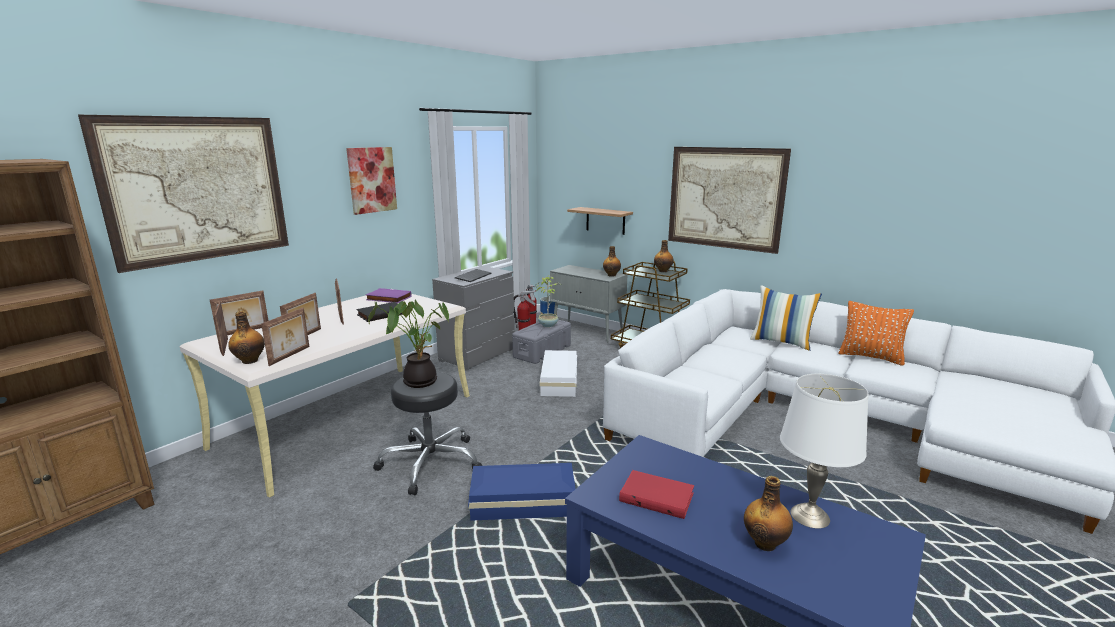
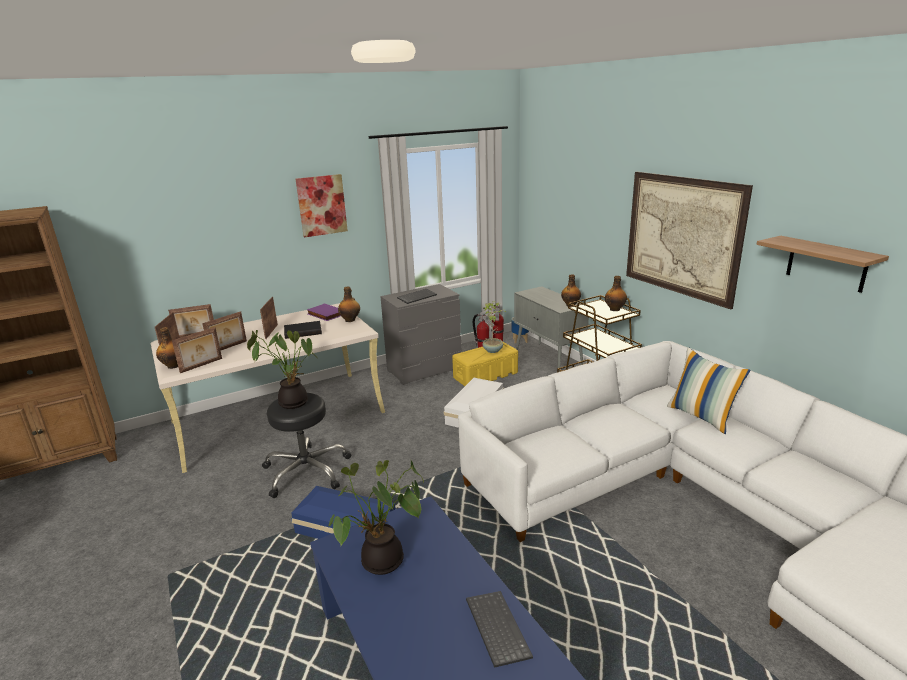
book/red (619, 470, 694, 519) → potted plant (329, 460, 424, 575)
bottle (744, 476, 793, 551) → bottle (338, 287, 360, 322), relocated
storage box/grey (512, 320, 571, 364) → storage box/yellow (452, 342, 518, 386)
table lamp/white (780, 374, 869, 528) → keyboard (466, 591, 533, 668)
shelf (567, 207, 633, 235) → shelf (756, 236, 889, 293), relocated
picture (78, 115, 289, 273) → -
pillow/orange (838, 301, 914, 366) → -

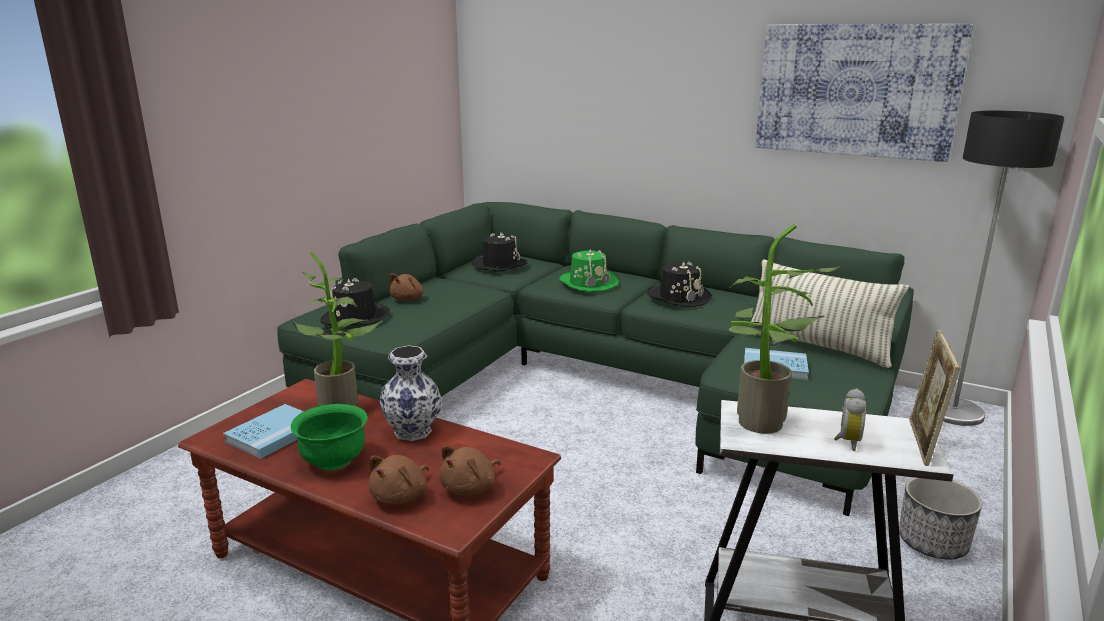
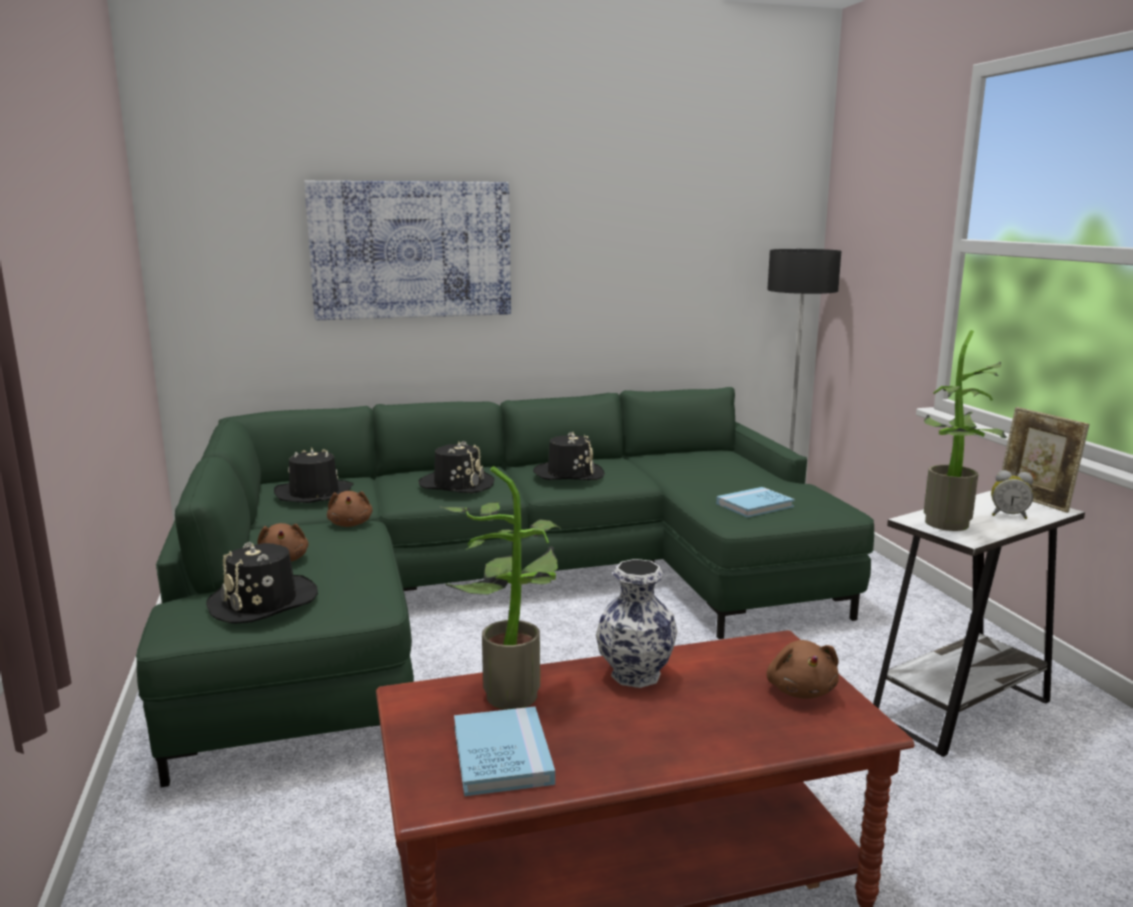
picture (756, 24, 973, 162) → picture (304, 181, 511, 320), relocated
plush toy/brown (368, 455, 429, 504) → plush toy/brown (327, 491, 373, 527), relocated
hat/green (559, 249, 619, 292) → hat/black (418, 441, 494, 493)
alarm clock (834, 388, 866, 451) → alarm clock (991, 470, 1033, 519), 135 degrees clockwise
bowl/green (291, 404, 368, 470) → -
pillow (747, 259, 909, 368) → -
planter (899, 477, 982, 560) → -

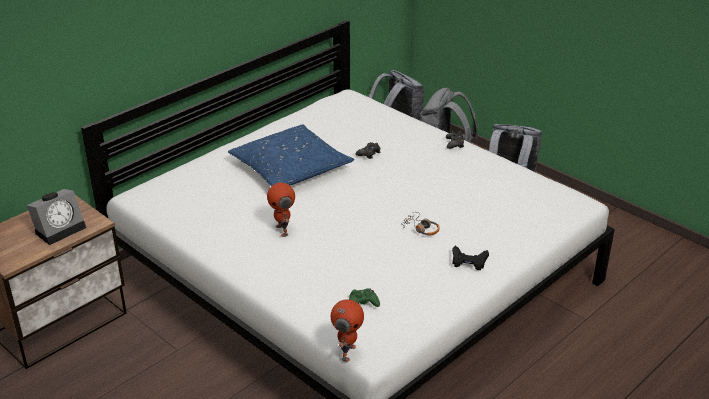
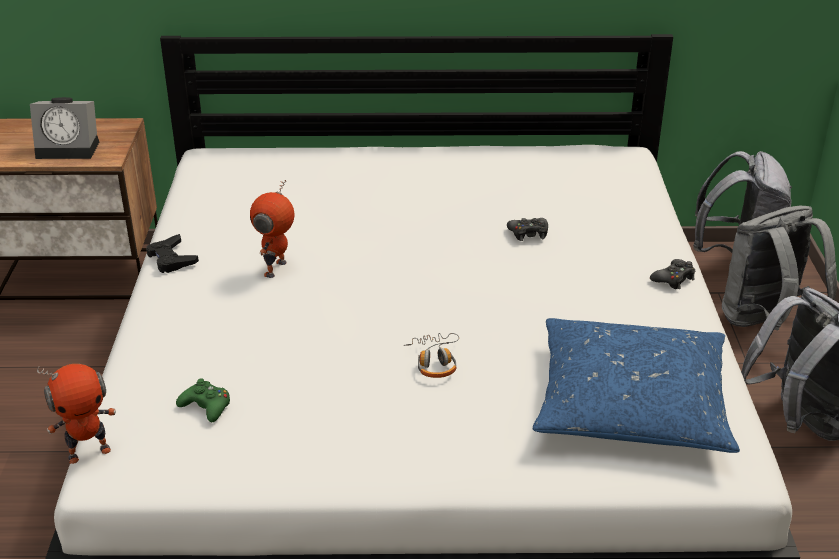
game controller/black (452, 246, 489, 270) → game controller/black (146, 234, 199, 273), relocated
pillow/blue (228, 124, 354, 186) → pillow/blue (533, 318, 740, 453), relocated

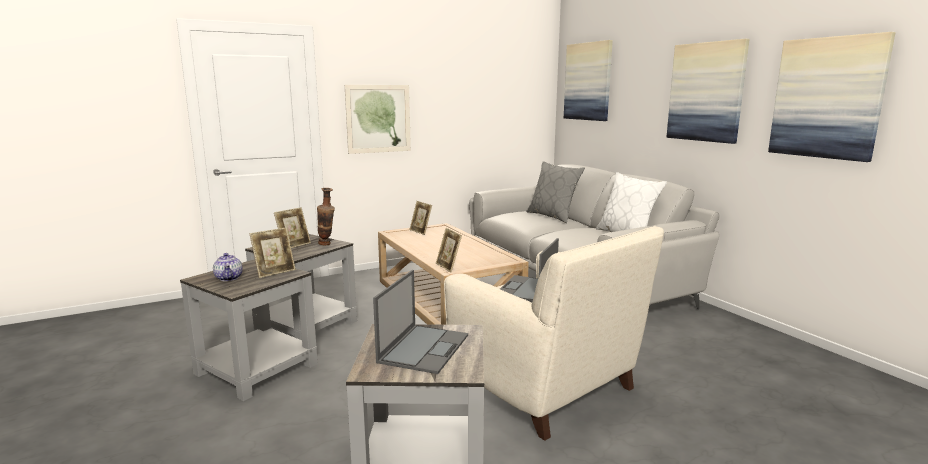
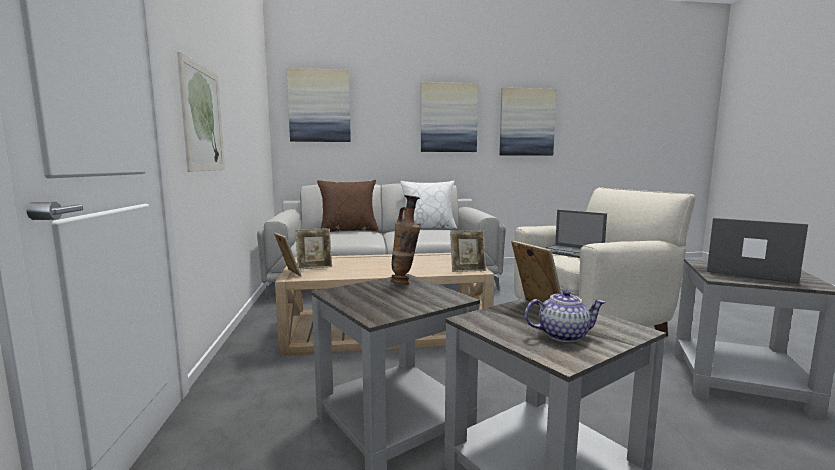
picture frame (274, 207, 311, 248) → picture frame (274, 233, 301, 277), relocated
pillow/grey (526, 161, 585, 223) → pillow/brown (317, 180, 379, 232)

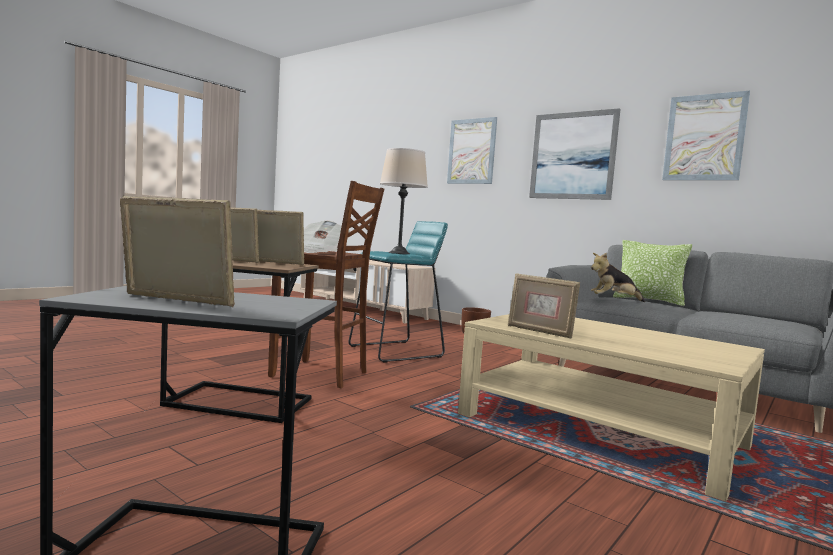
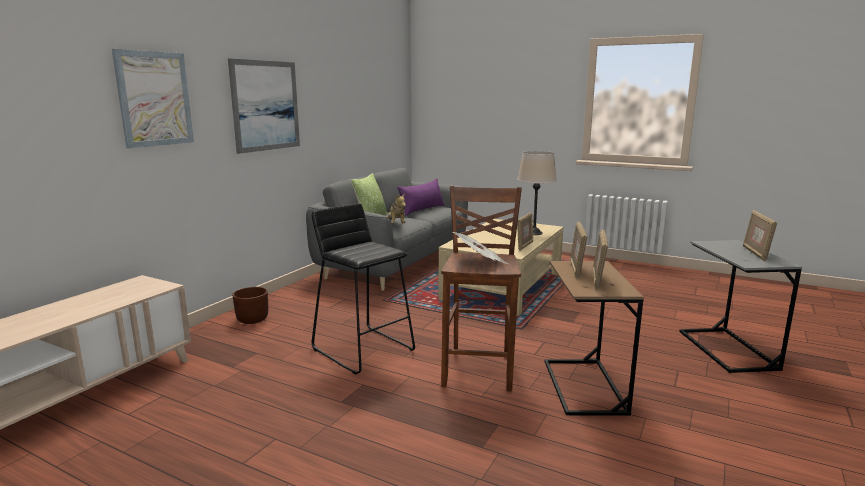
stool/turquoise (349, 221, 448, 363) → stool/black (312, 203, 415, 374)
- → pillow/purple (397, 178, 444, 216)
table lamp/beige (380, 148, 428, 254) → table lamp/beige (517, 151, 557, 235), relocated
picture (662, 91, 750, 180) → -

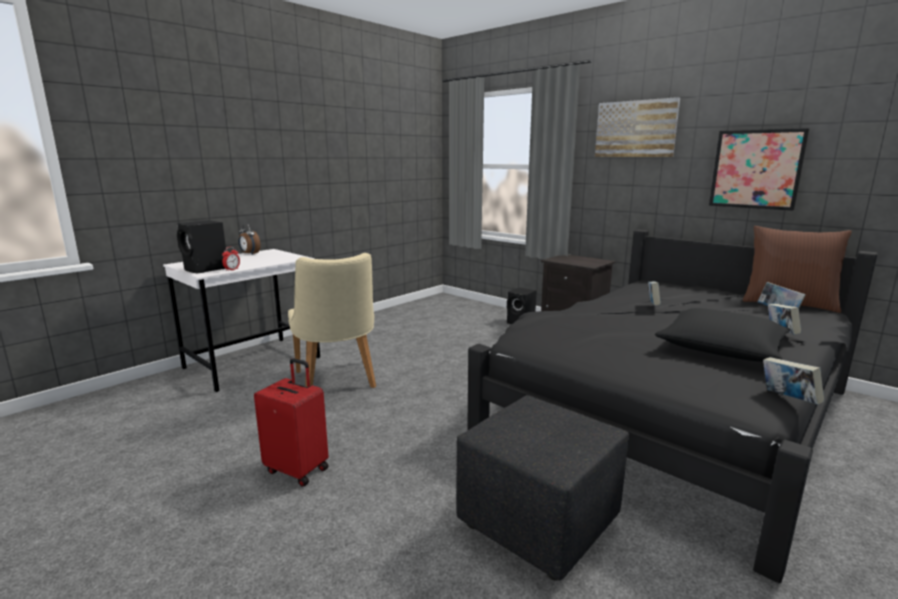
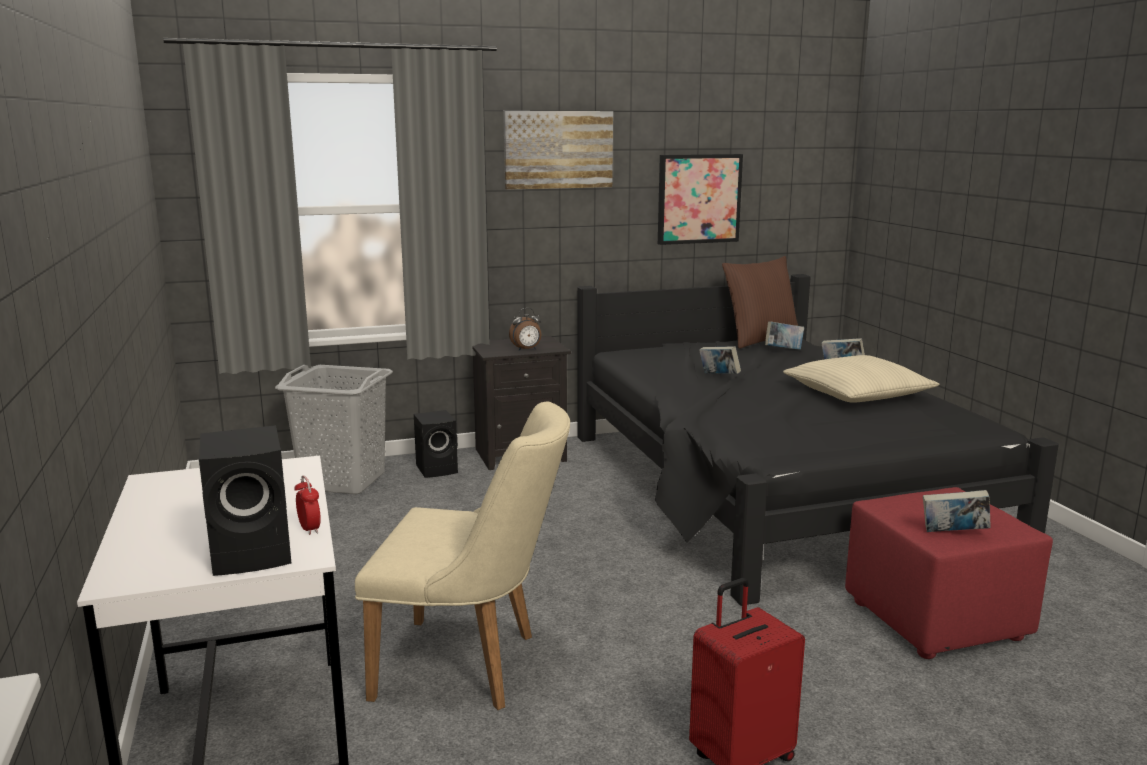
- → laundry basket/grey (275, 365, 393, 494)
alarm clock (239, 223, 261, 255) → alarm clock (509, 308, 541, 351), relocated
pillow/black (655, 308, 790, 362) → pillow/beige (783, 355, 939, 402)
ottoman/black (456, 395, 629, 581) → ottoman/red (845, 487, 1053, 659)
book (763, 357, 824, 405) → book (923, 490, 991, 532), relocated

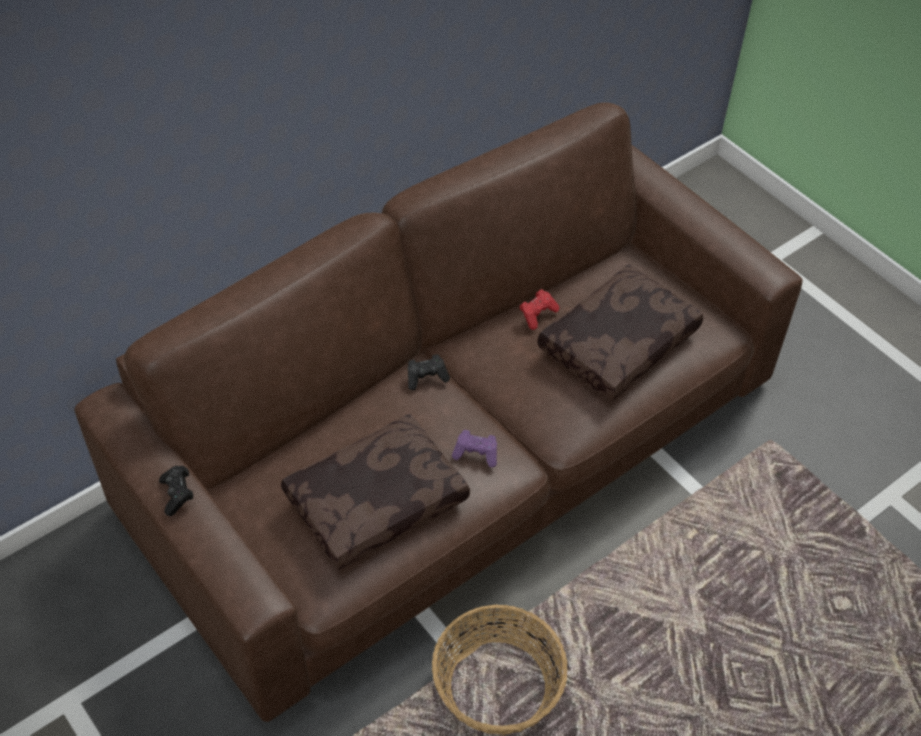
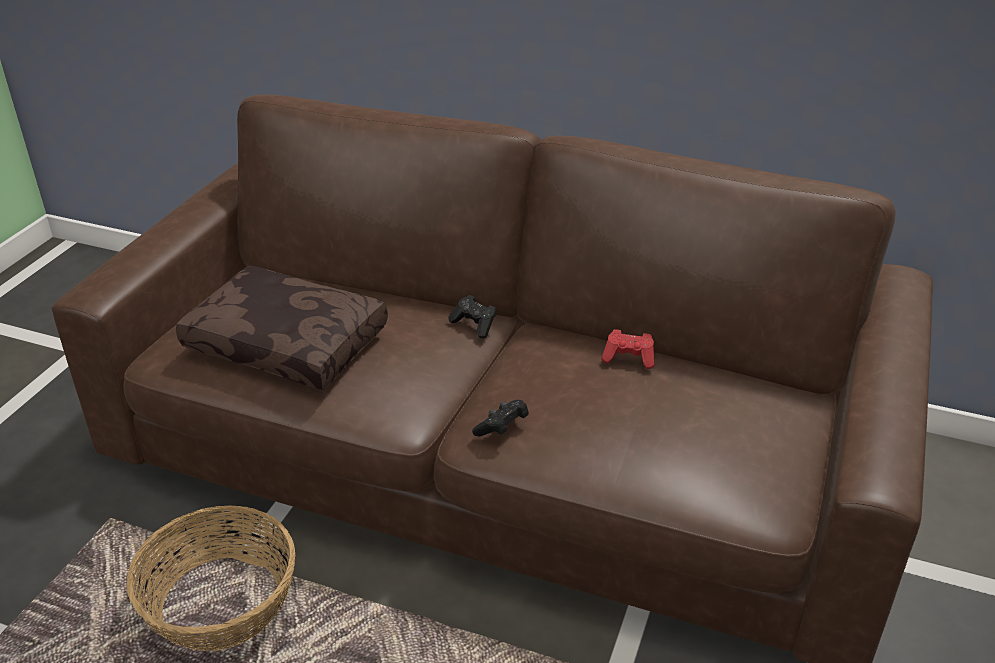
game controller/black (159, 466, 193, 516) → game controller/black (472, 400, 529, 436), relocated
game controller/purple (452, 430, 497, 467) → -
pillow/brown (538, 264, 703, 401) → -

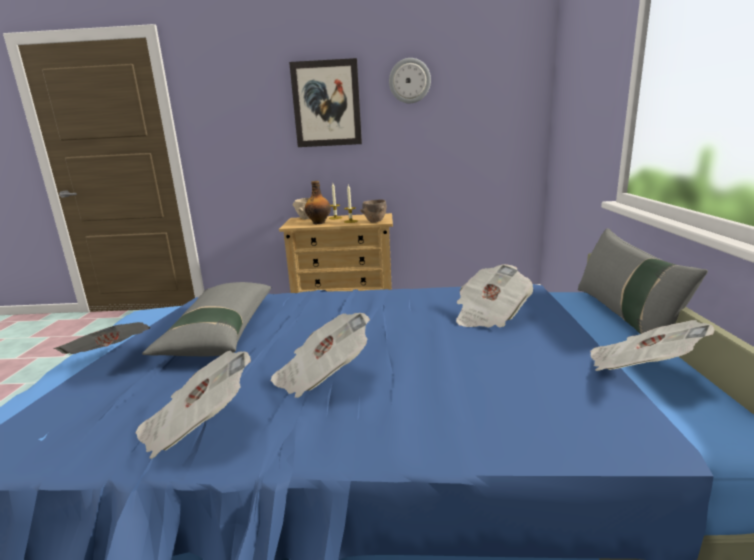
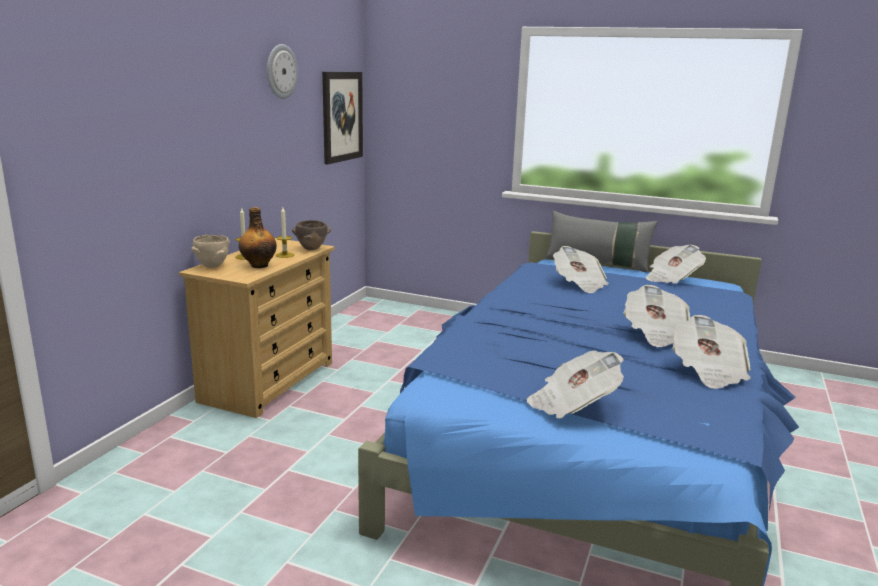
picture (289, 58, 362, 147) → picture (322, 72, 363, 164), relocated
pillow/grey (142, 282, 271, 357) → -

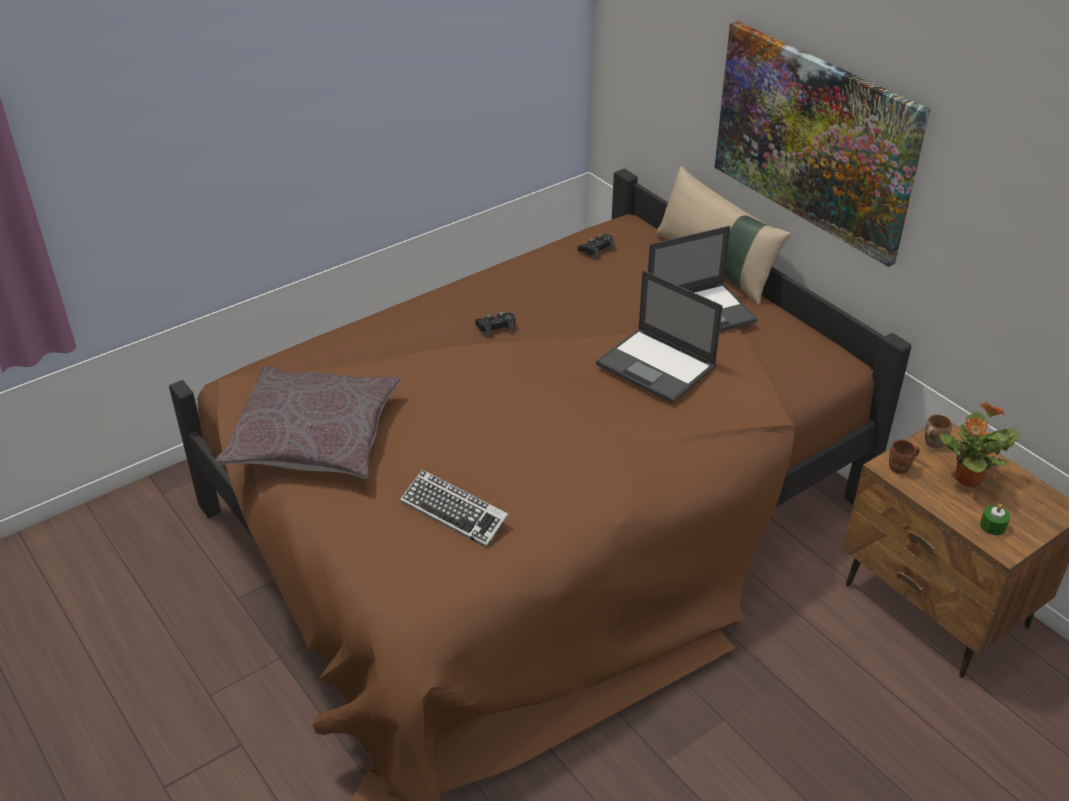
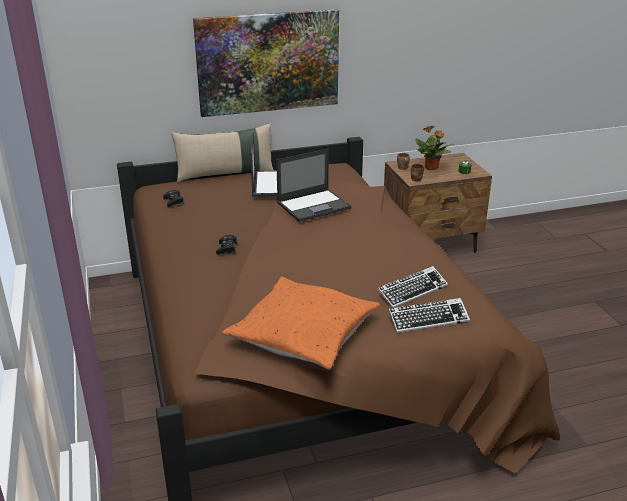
pillow/grey (215, 366, 401, 478) → pillow/orange (222, 277, 381, 370)
- → keyboard (388, 298, 470, 333)

